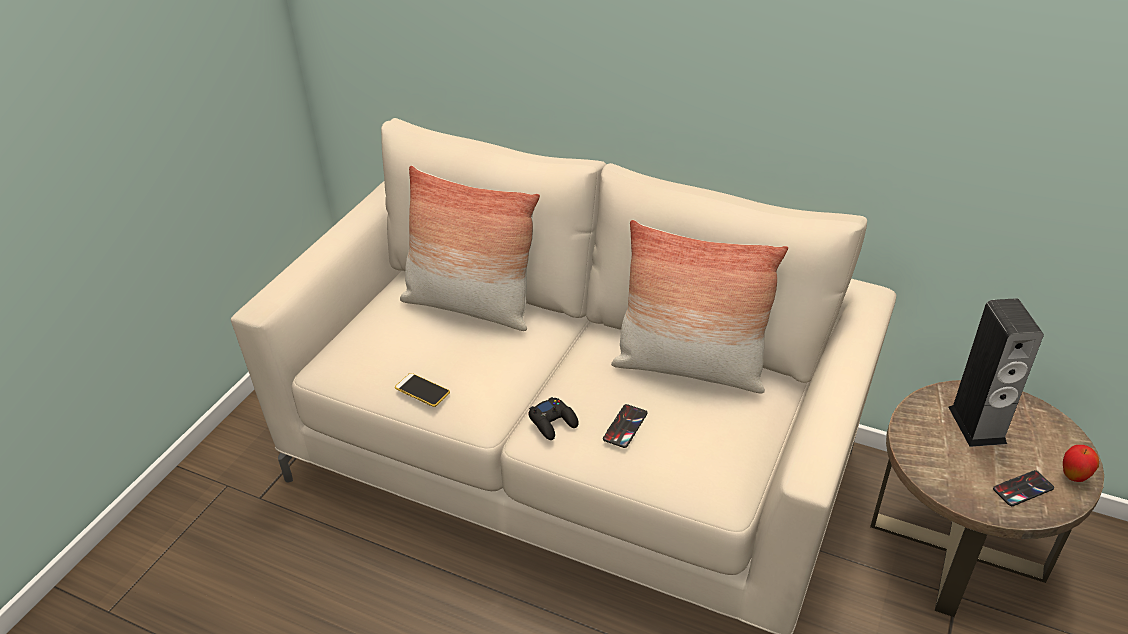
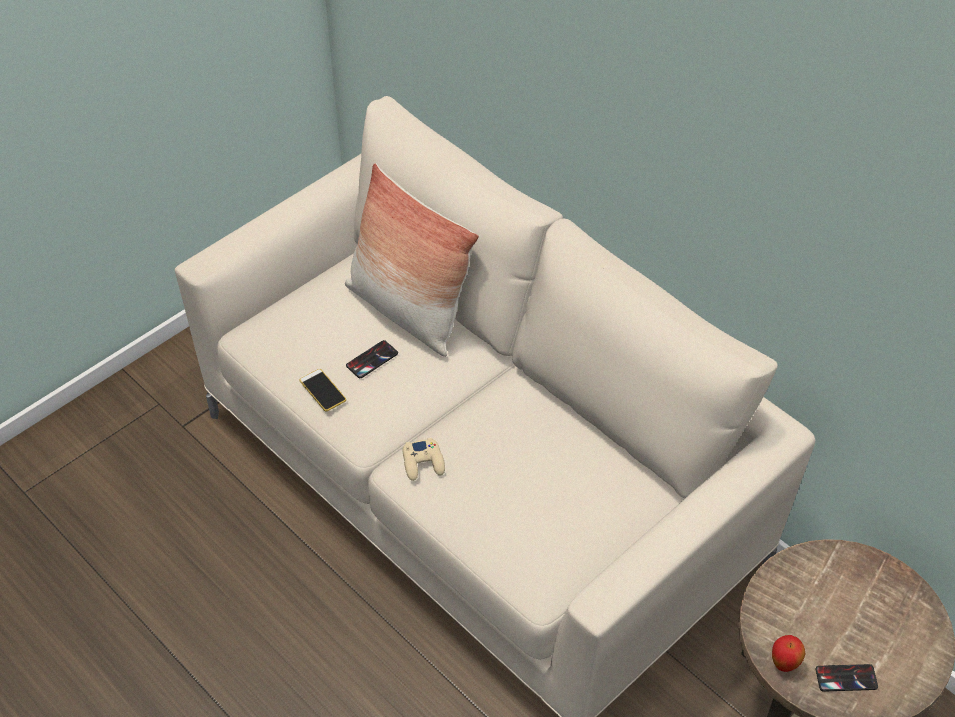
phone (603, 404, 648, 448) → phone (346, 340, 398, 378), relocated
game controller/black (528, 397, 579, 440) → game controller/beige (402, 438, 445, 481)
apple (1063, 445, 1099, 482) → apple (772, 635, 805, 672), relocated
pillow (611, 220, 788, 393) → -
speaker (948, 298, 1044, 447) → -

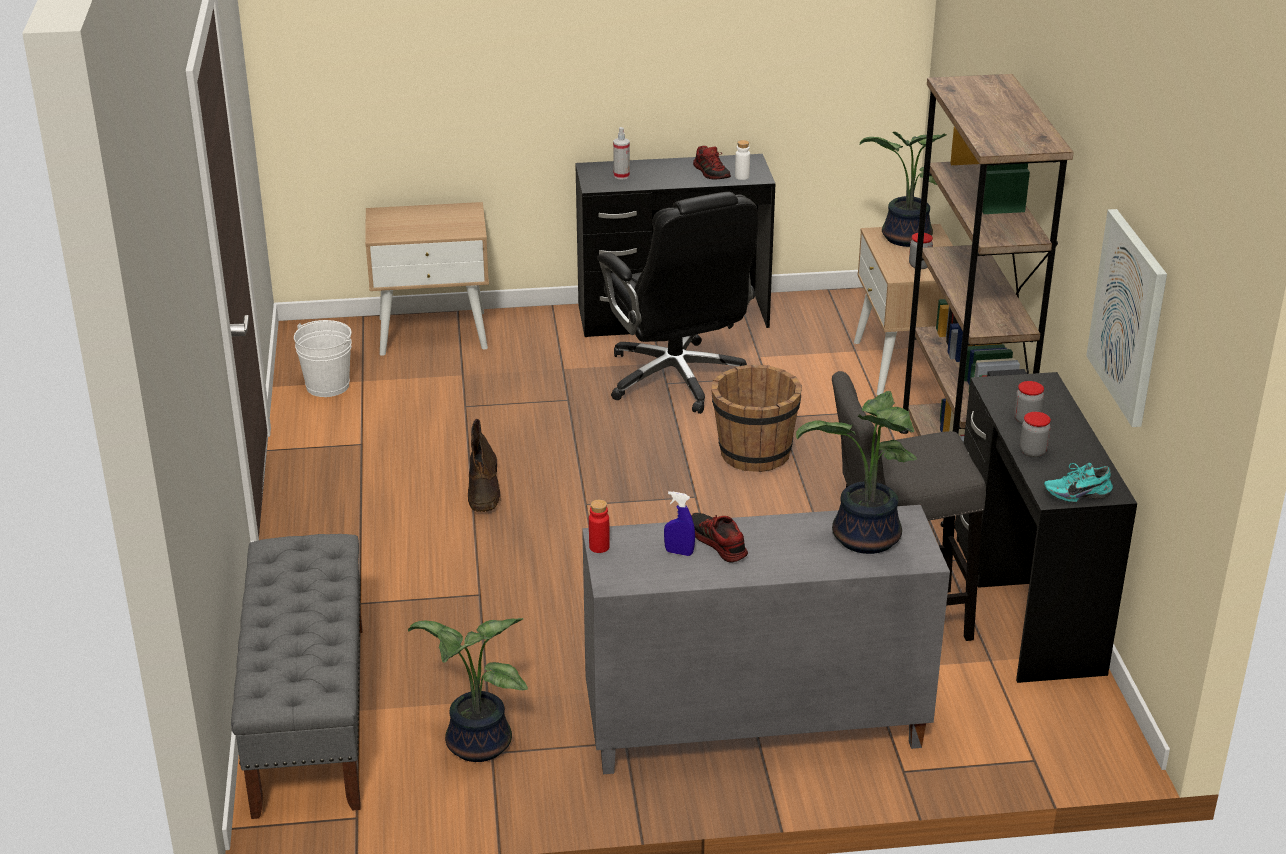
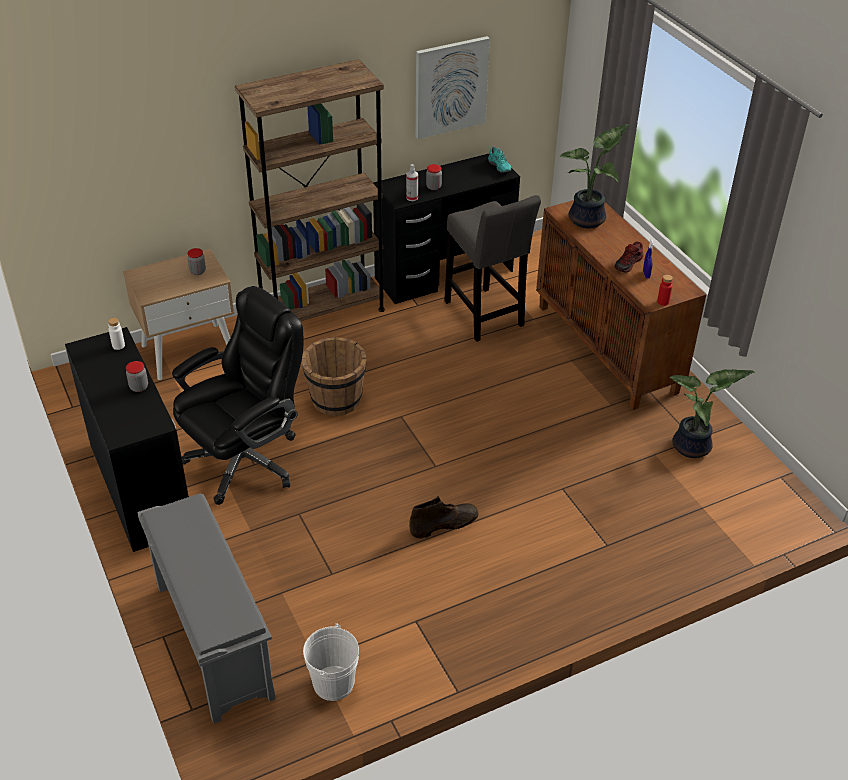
jar (1020, 412, 1051, 457) → jar (126, 361, 148, 392), relocated
nightstand/beige (365, 202, 489, 356) → shoe rack/grey (137, 493, 276, 724)
spray bottle (613, 127, 630, 179) → spray bottle (406, 164, 418, 201), relocated
cabinet/grey (582, 505, 950, 774) → cabinet/brown (536, 200, 706, 410)
bench/grey (231, 534, 362, 819) → -
shoe (693, 146, 731, 180) → -
potted plant (860, 132, 946, 247) → -

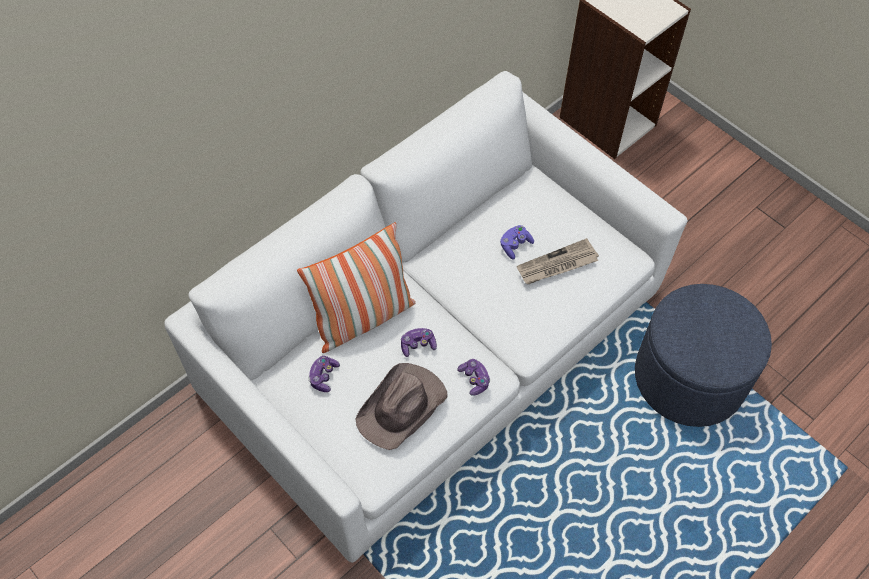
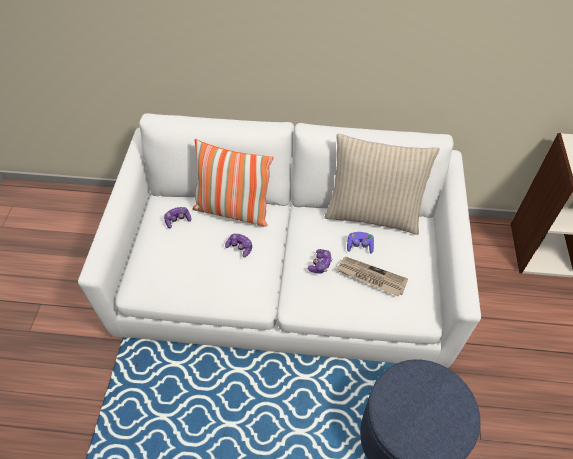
game controller (457, 359, 491, 396) → game controller (308, 249, 332, 273), relocated
- → pillow/beige (324, 134, 440, 235)
hat/brown (355, 363, 447, 450) → -

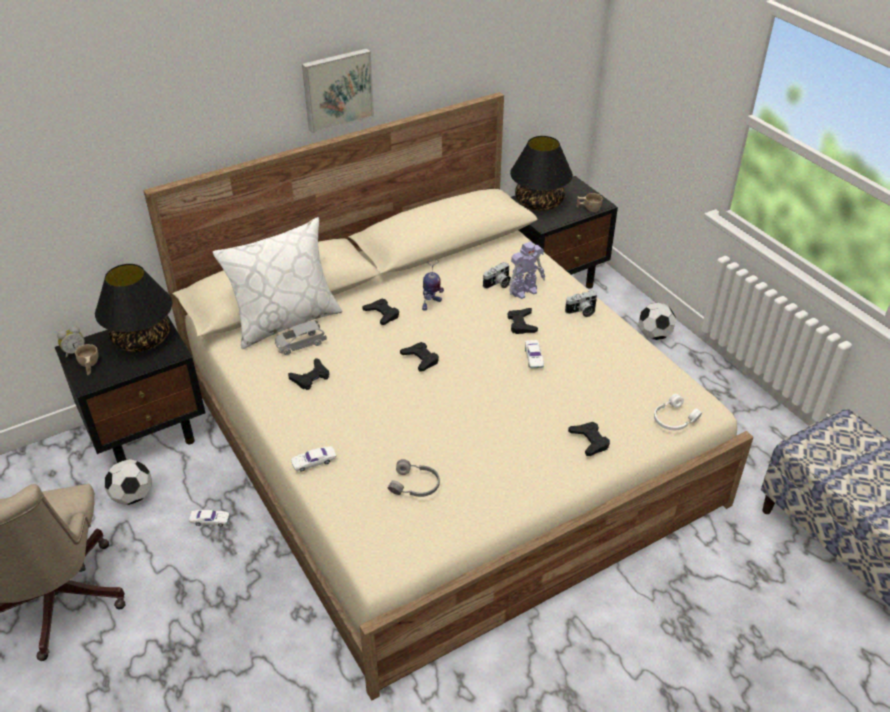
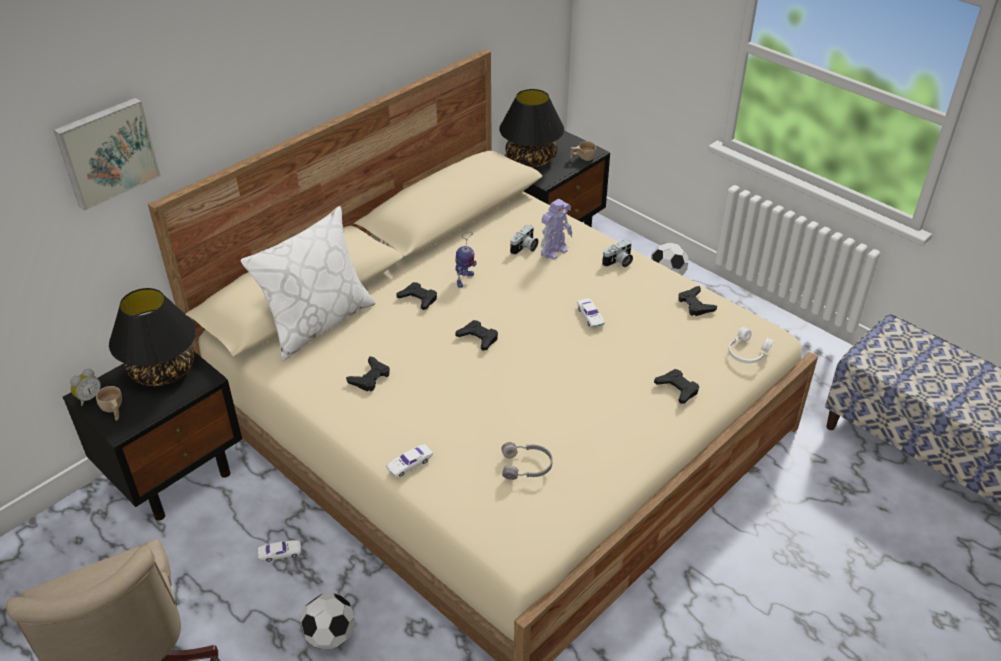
picture (302, 48, 374, 133) → picture (54, 97, 161, 210), relocated
football (105, 459, 152, 505) → football (300, 593, 355, 649), relocated
game controller/black (507, 308, 538, 334) → game controller/black (678, 286, 717, 316), relocated
toy car/grey (275, 320, 327, 355) → -

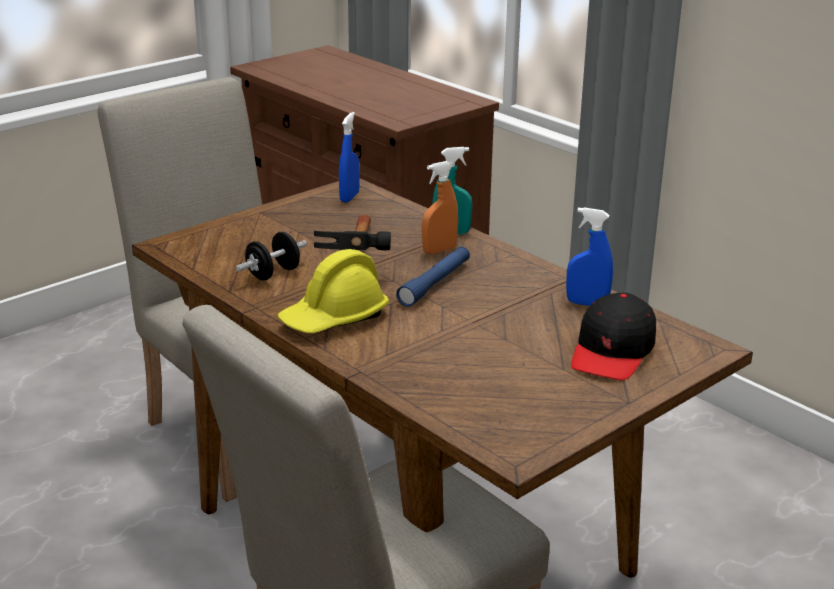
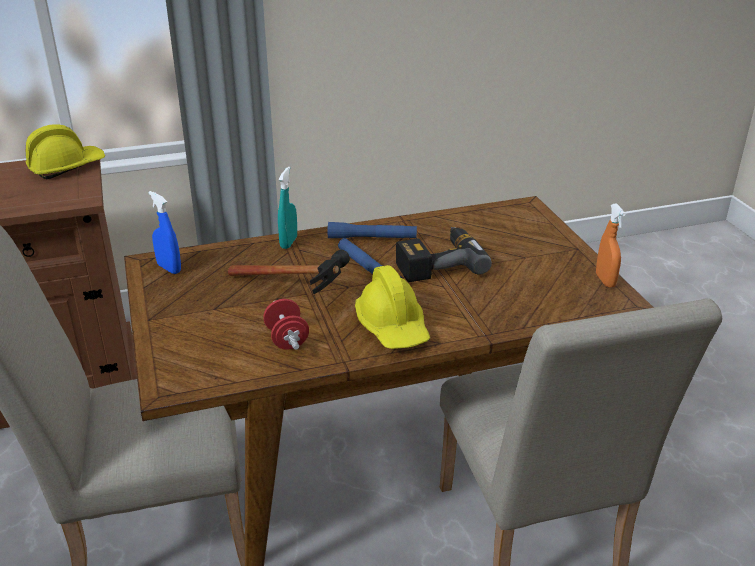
- → hard hat/yellow (26, 124, 105, 179)
dumbbell/black (235, 232, 307, 280) → dumbbell/red (263, 299, 309, 350)
- → flashlight/blue (328, 222, 417, 238)
- → power drill (396, 227, 492, 282)
spray bottle/orange (422, 161, 458, 254) → spray bottle/orange (596, 203, 625, 287), relocated
spray bottle/blue (566, 207, 613, 306) → -
cap/black (571, 293, 656, 380) → -

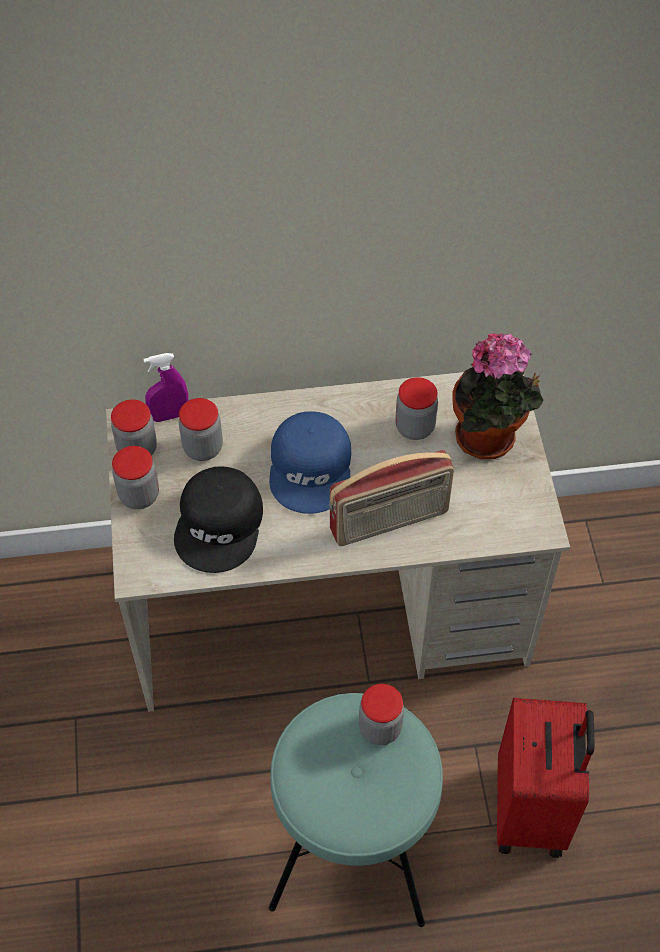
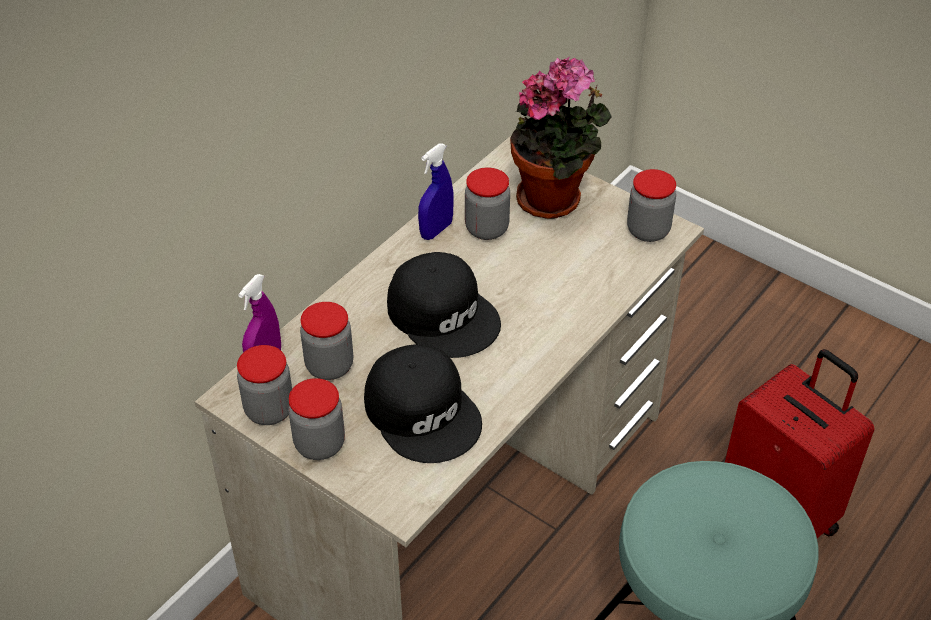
cap/blue (269, 411, 351, 514) → cap/black (387, 252, 501, 358)
- → spray bottle/blue (418, 143, 454, 240)
jar (359, 684, 404, 745) → jar (627, 169, 676, 242), relocated
radio (329, 450, 454, 546) → -

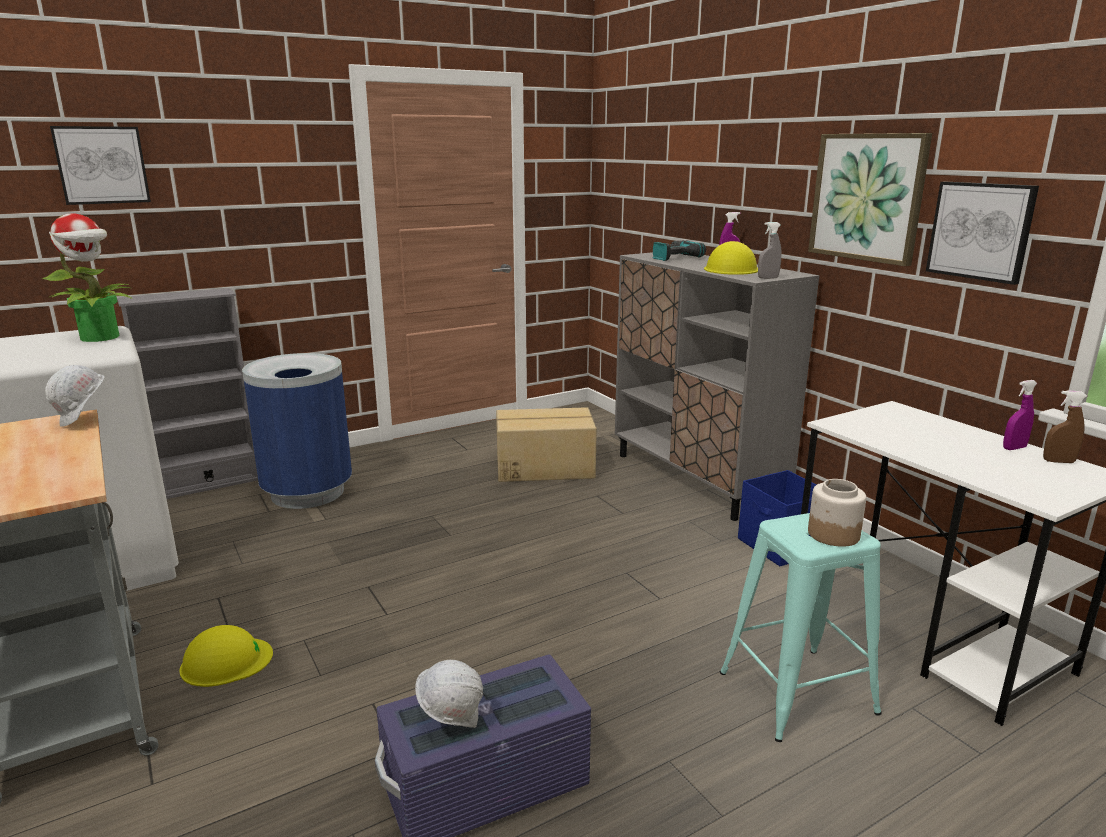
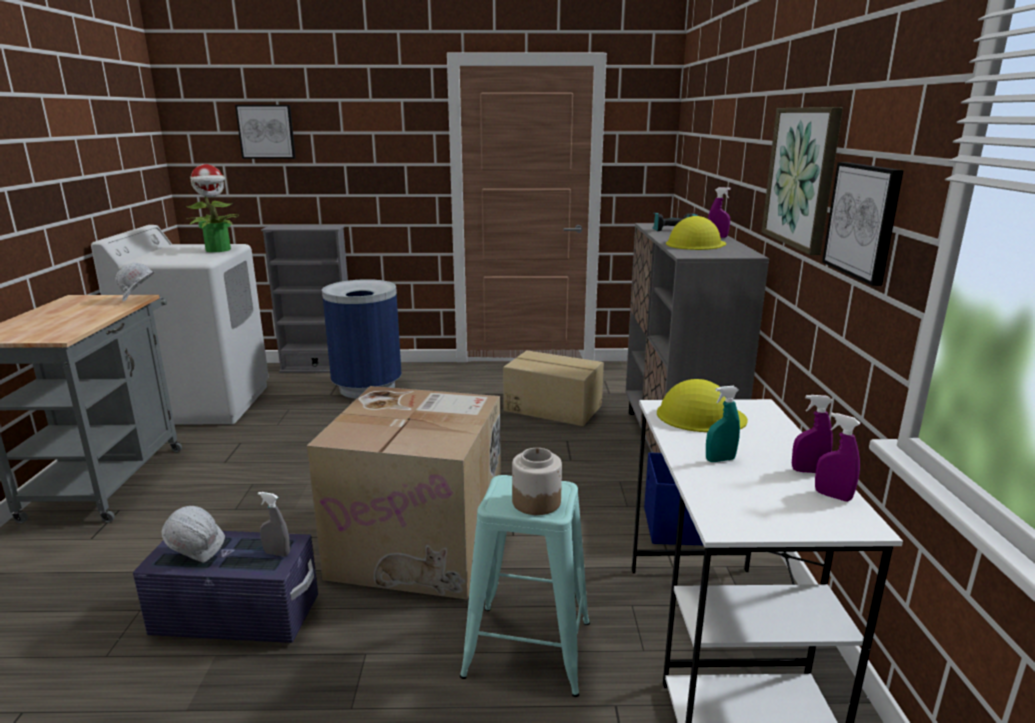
spray bottle/grey (758, 222, 782, 279) → spray bottle/grey (258, 492, 290, 557), relocated
- → cardboard box (307, 386, 501, 600)
hard hat/yellow (179, 625, 273, 687) → hard hat/yellow (657, 379, 748, 432), relocated
- → spray bottle/turquoise (706, 386, 740, 462)
spray bottle/brown (1043, 390, 1087, 463) → spray bottle/purple (815, 413, 860, 502)

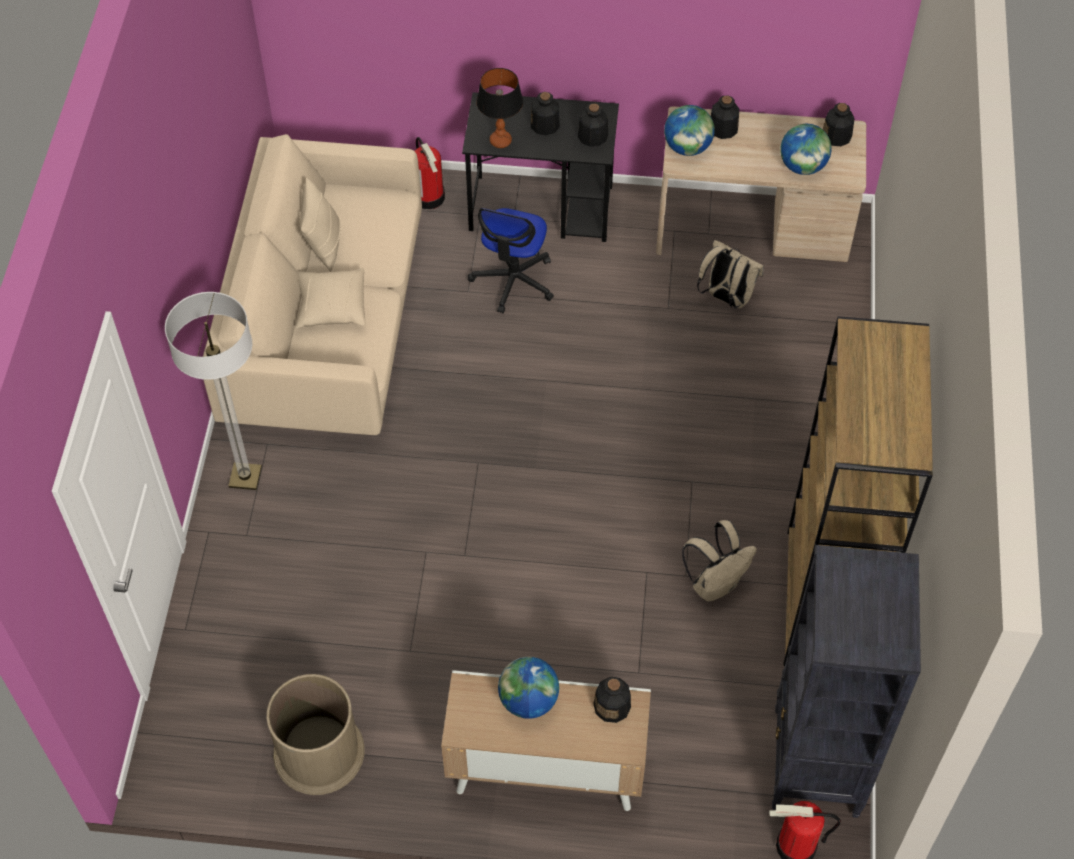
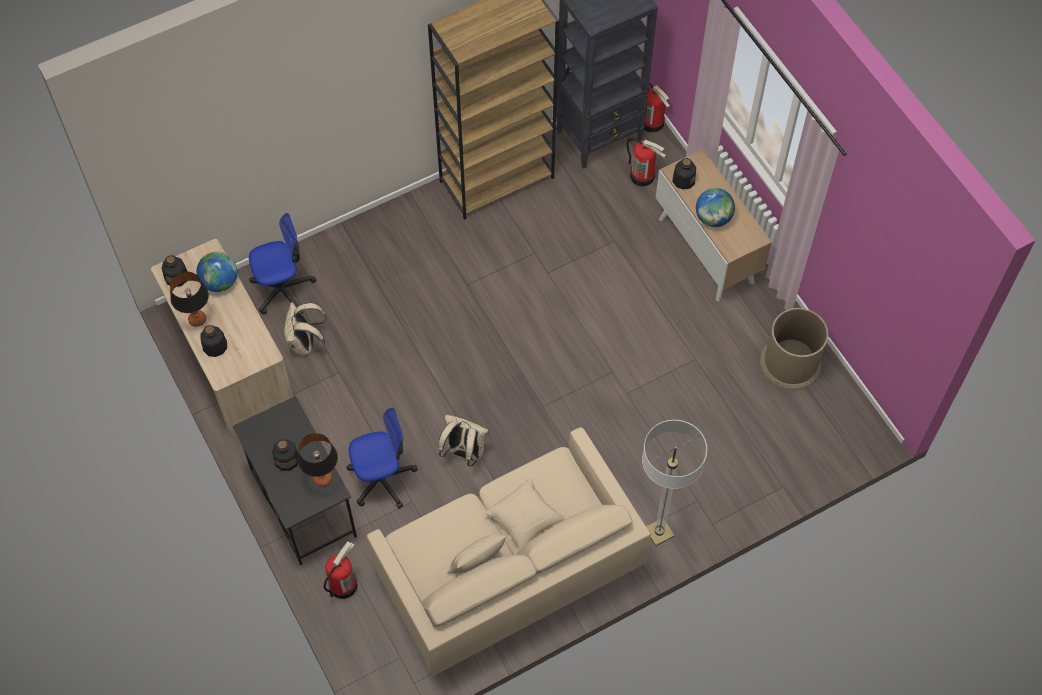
- → table lamp (170, 272, 209, 327)
- → office chair (249, 213, 316, 315)
backpack/beige (682, 520, 757, 602) → backpack/beige (439, 415, 490, 466), relocated
- → fire extinguisher (626, 138, 666, 186)
bottle (578, 103, 608, 147) → -
globe (664, 105, 715, 156) → -

